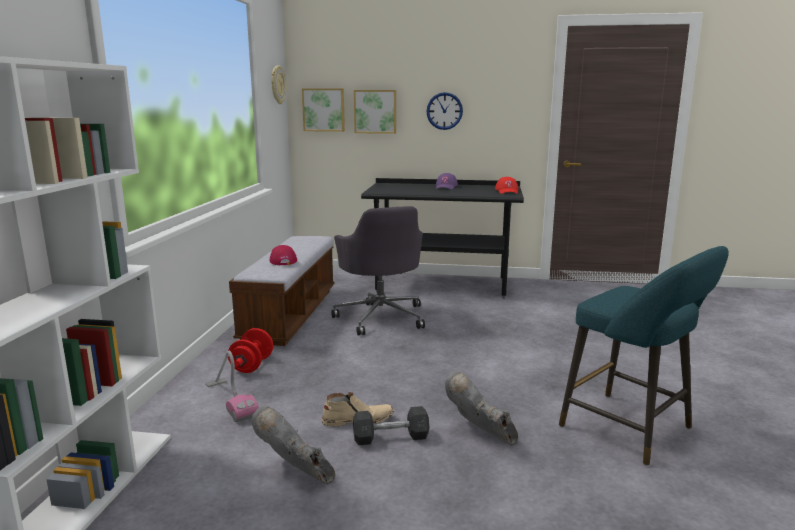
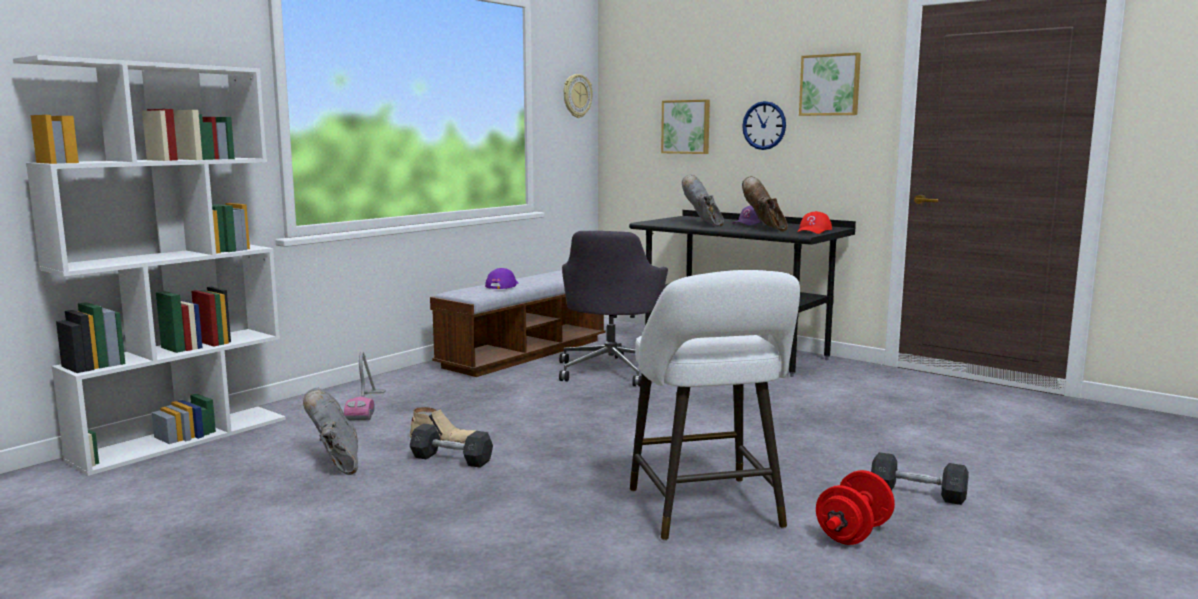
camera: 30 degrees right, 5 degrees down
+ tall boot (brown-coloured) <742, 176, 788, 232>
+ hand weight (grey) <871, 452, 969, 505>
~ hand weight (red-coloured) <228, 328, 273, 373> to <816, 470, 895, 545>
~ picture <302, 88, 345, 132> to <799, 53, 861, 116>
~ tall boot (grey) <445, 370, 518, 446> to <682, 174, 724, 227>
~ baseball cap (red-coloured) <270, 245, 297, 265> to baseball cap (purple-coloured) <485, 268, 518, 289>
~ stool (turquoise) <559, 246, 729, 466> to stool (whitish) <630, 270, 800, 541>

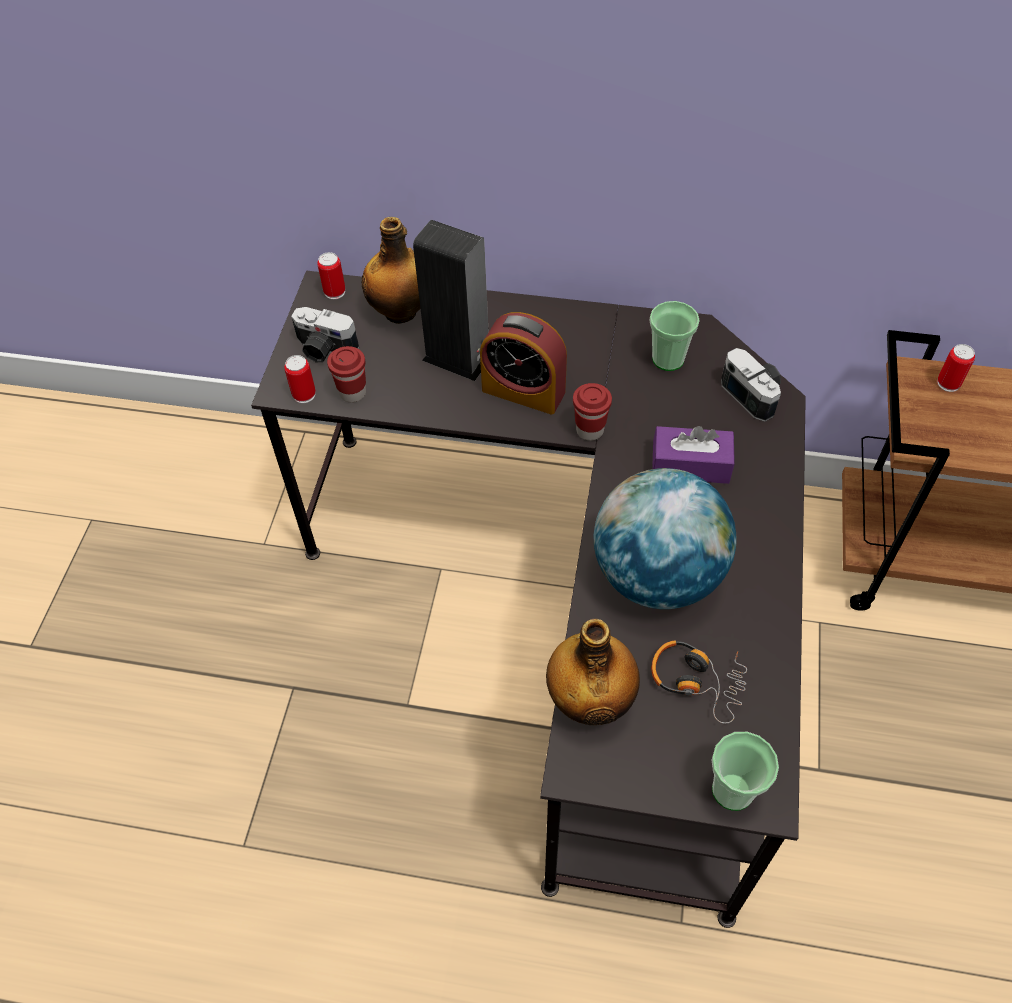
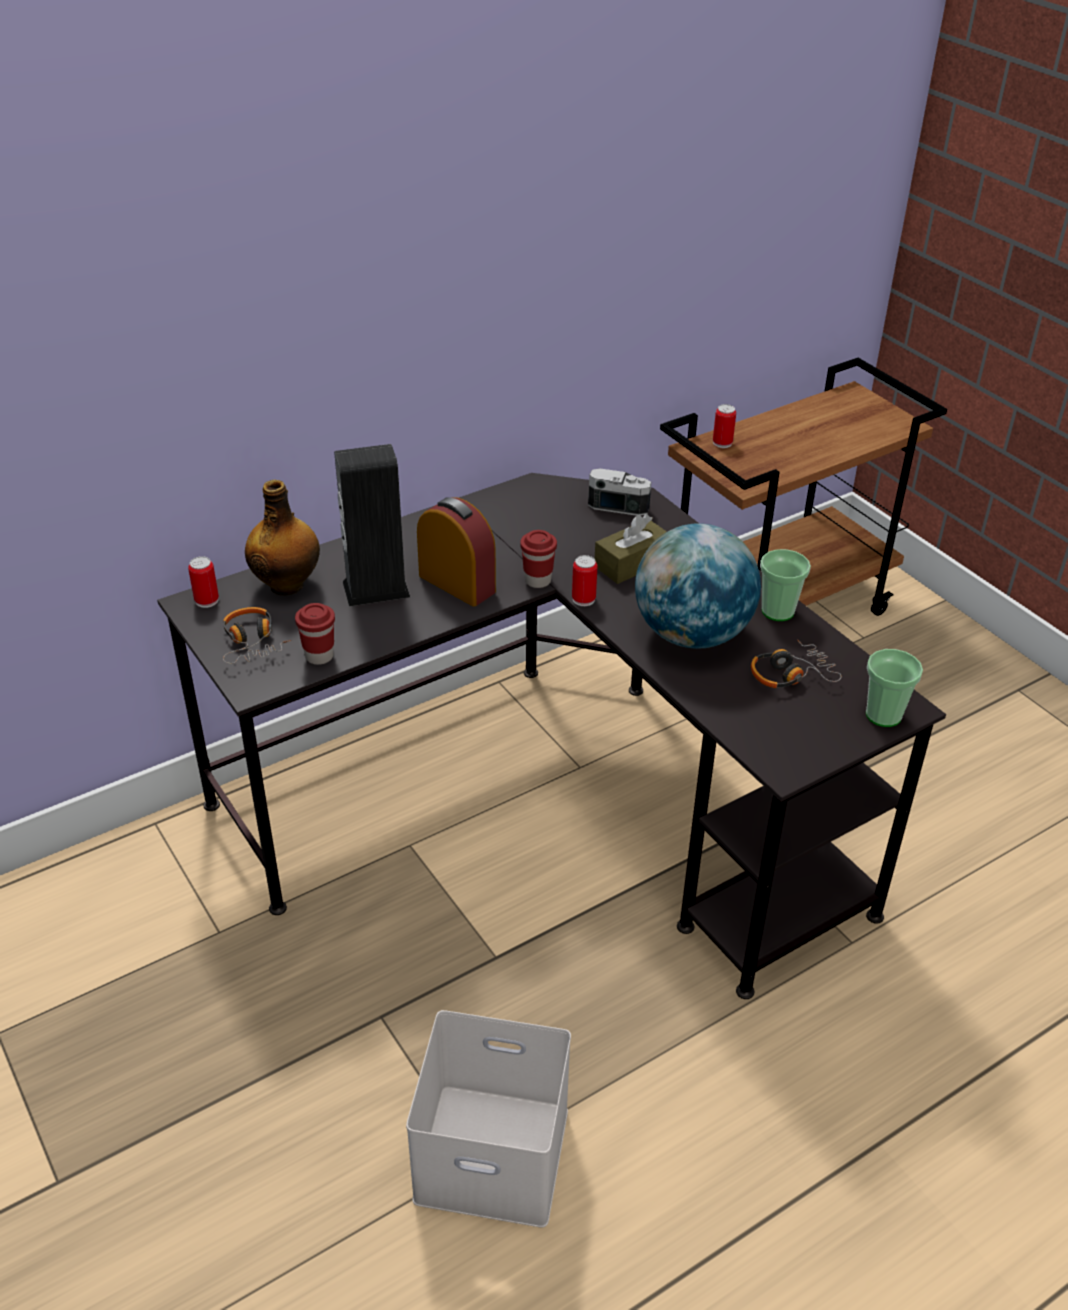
camera: 45 degrees left, 15 degrees down
- drink bottle <546, 619, 640, 725>
+ storage bin (whitish) <406, 1010, 571, 1227>
~ metal can <284, 355, 316, 403> to <572, 555, 597, 606>
~ small cup <650, 301, 700, 371> to <760, 549, 811, 621>
~ photo camera <291, 307, 359, 362> to headset <223, 607, 291, 664>
~ tissue box (purple-coloured) <652, 426, 735, 484> to tissue box (brown-coloured) <595, 514, 667, 584>
~ table clock <480, 312, 567, 414> = <417, 497, 496, 606> 120 degrees counterclockwise

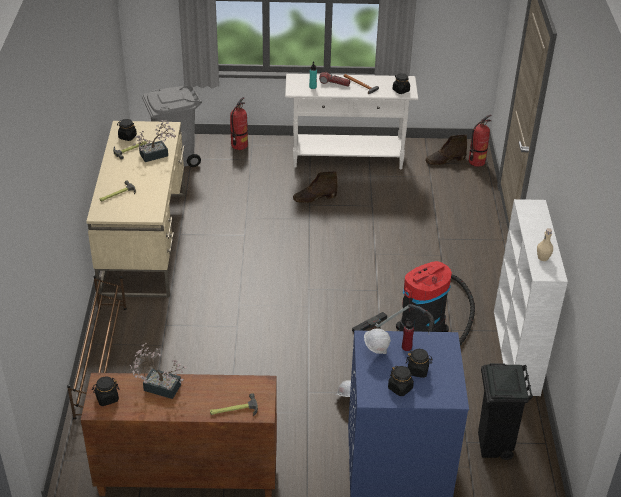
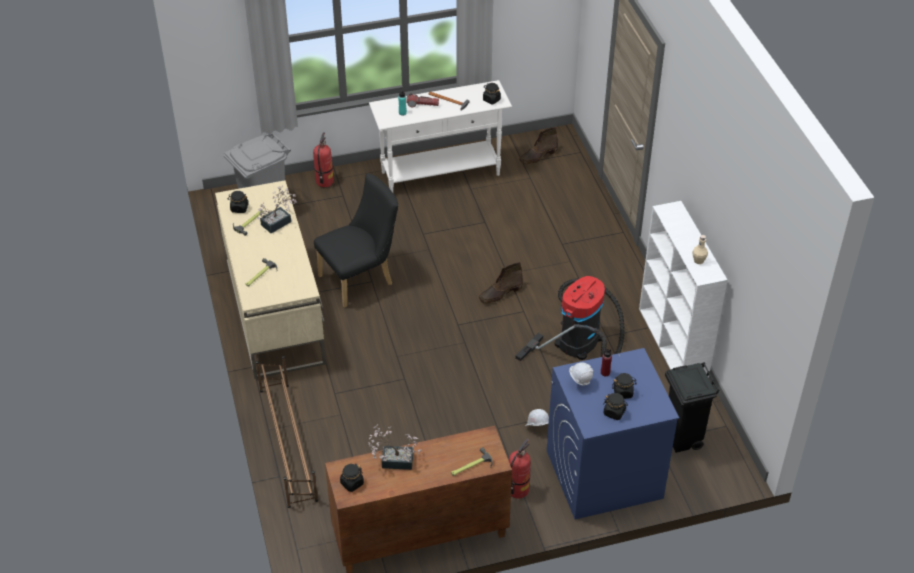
camera: 15 degrees left, 5 degrees up
+ upright chair (black) <314, 173, 399, 308>
~ tall boot (brown-coloured) <293, 171, 337, 203> to <479, 262, 523, 303>
~ fire extinguisher <469, 114, 492, 167> to <509, 439, 531, 499>

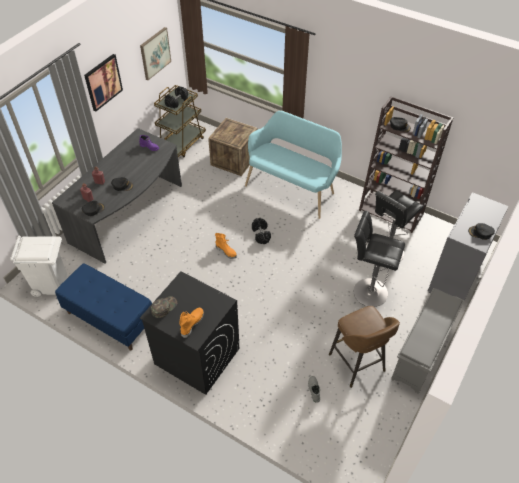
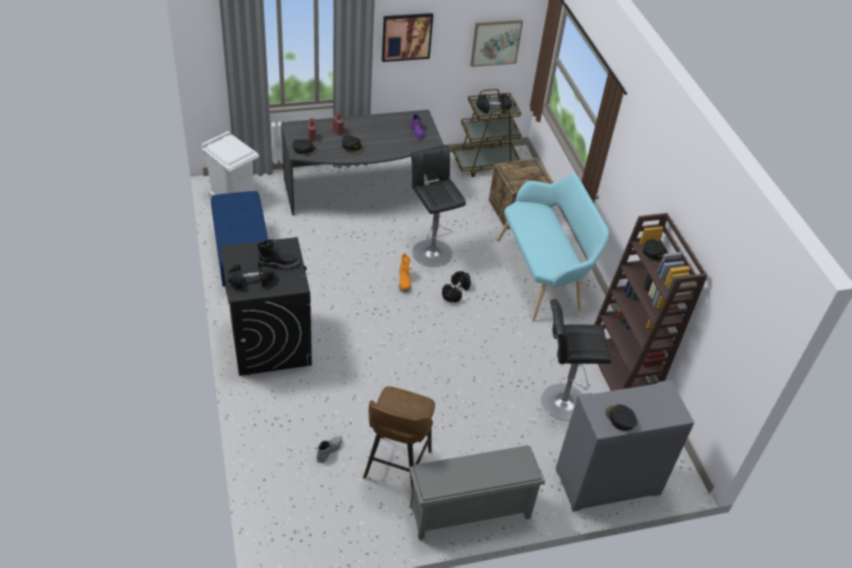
camera: 40 degrees right, 5 degrees down
- baseball cap (green-coloured) <151, 296, 177, 318>
+ tall boot (black) <257, 239, 299, 268>
~ stool (black) <354, 211, 405, 307> to <411, 145, 466, 267>
~ tall boot (orange-coloured) <180, 308, 204, 338> to hand weight (black) <227, 261, 274, 289>

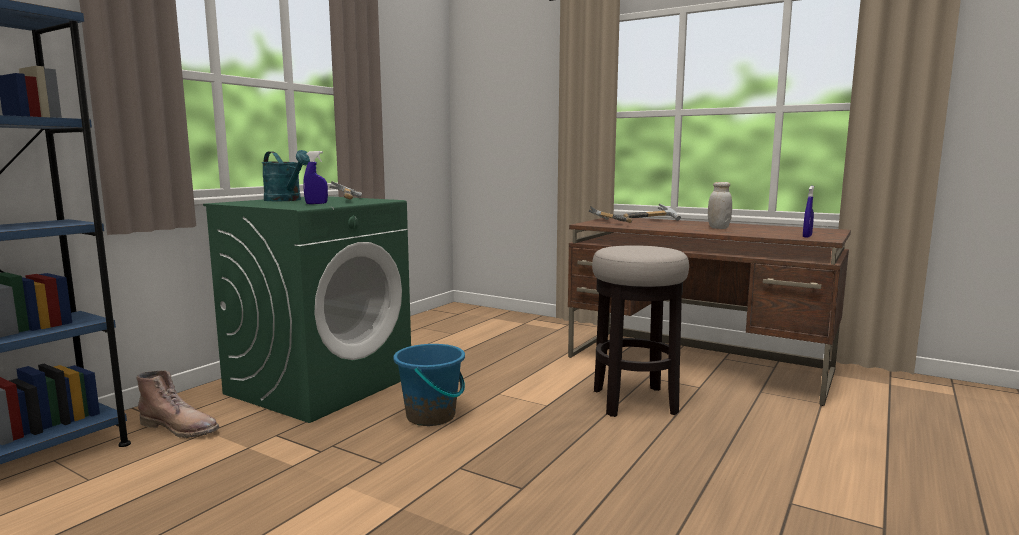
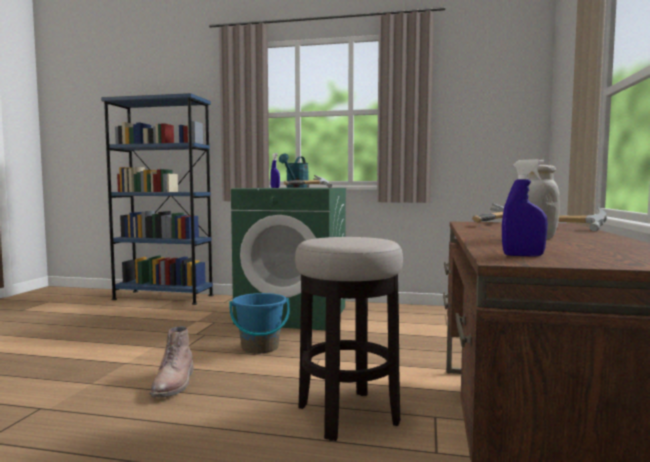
camera: 70 degrees right, 5 degrees down
~ tall boot (brown-coloured) <136, 371, 219, 438> to <149, 326, 194, 398>

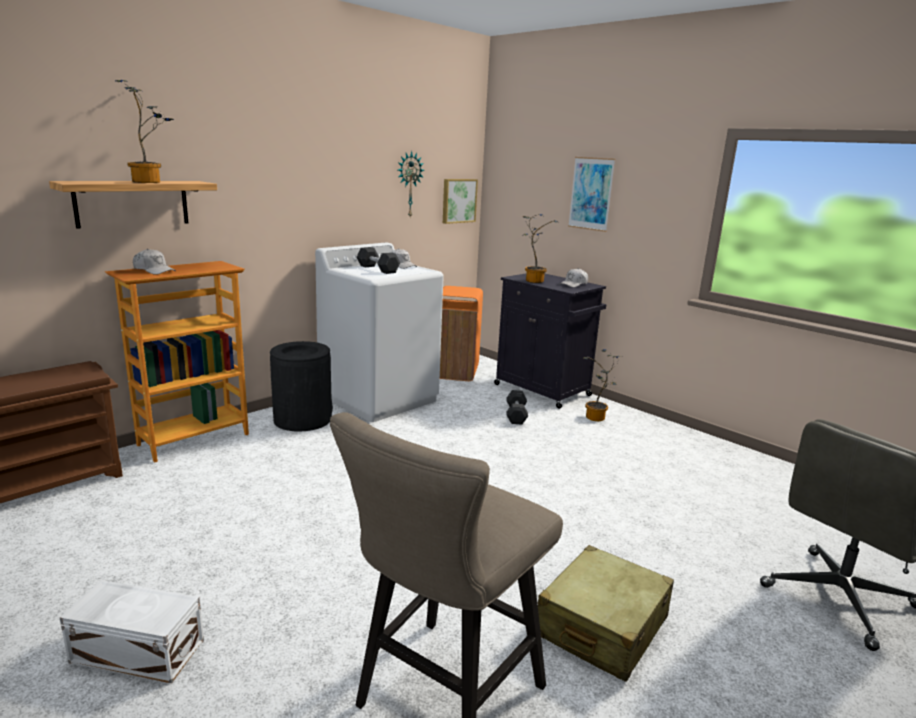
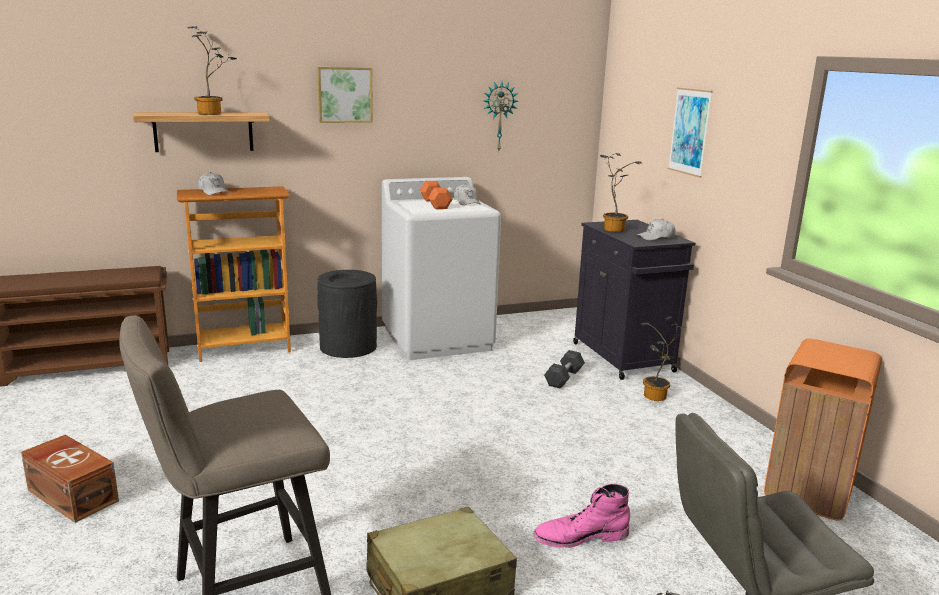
camera: 25 degrees right, 0 degrees up
+ tall boot (pink) <533, 483, 630, 548>
~ rubbish bin (orange-coloured) <440, 286, 483, 381> to <764, 339, 882, 521>
~ picture <443, 179, 478, 224> to <317, 67, 373, 123>
~ storage bin (whitish) <59, 580, 204, 683> to storage bin (brown-coloured) <21, 435, 119, 523>
~ hand weight (grey) <356, 247, 400, 274> to hand weight (orange-coloured) <420, 181, 453, 209>

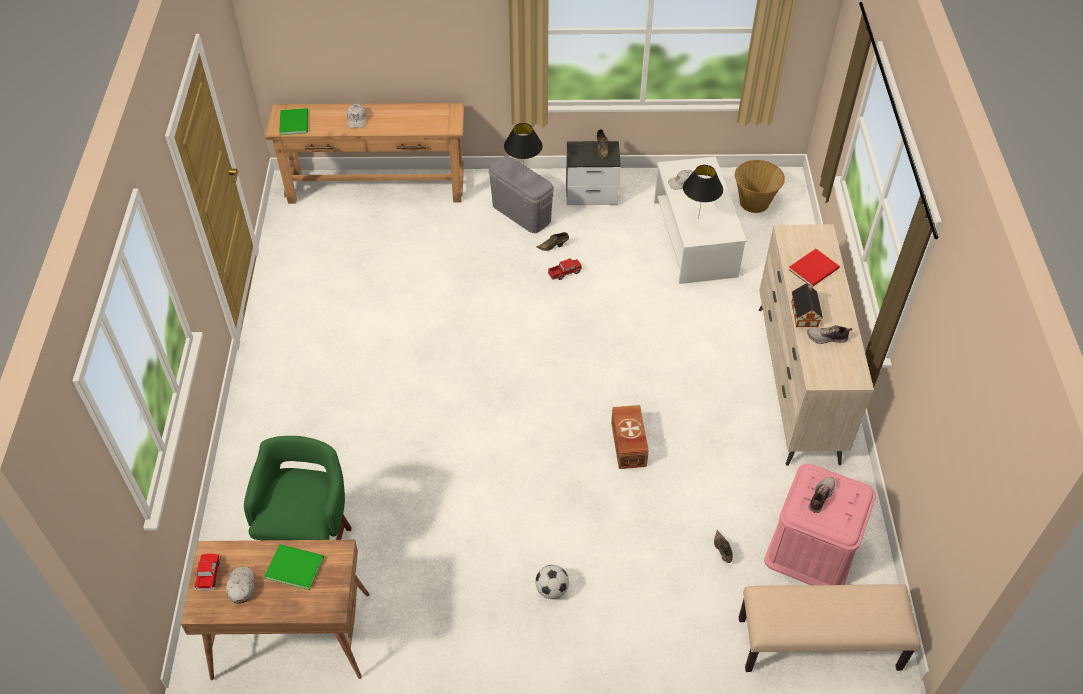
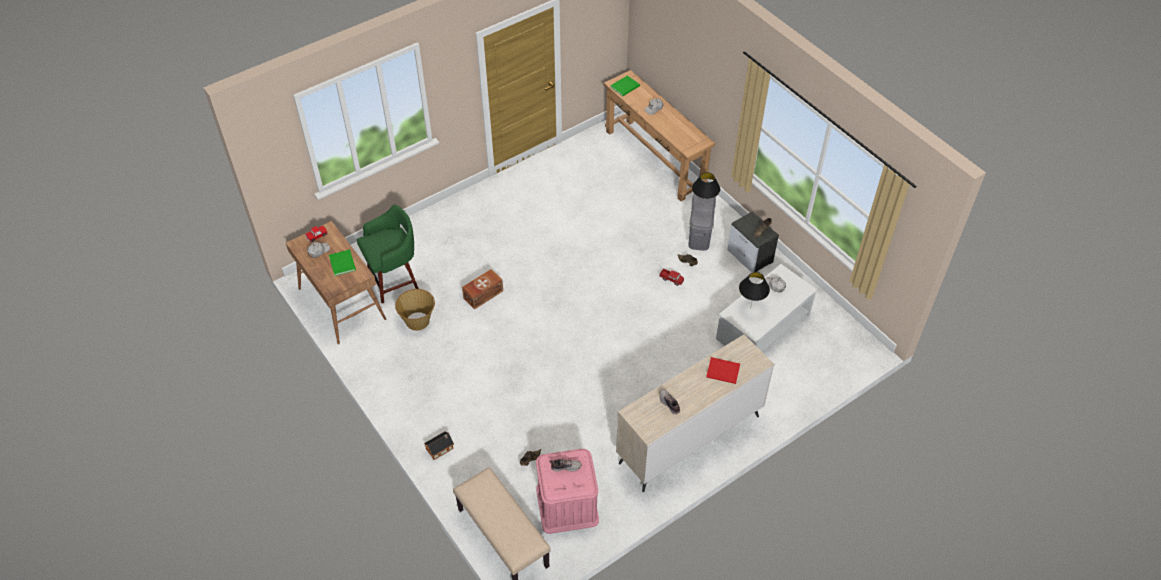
camera: 55 degrees right, 0 degrees up
- football <535, 565, 569, 599>
~ storage bin (brown-coloured) <611, 405, 649, 469> to <462, 269, 503, 310>
~ household basket <735, 160, 785, 213> to <395, 289, 435, 331>
~ miniature house <791, 284, 823, 328> to <424, 432, 454, 460>

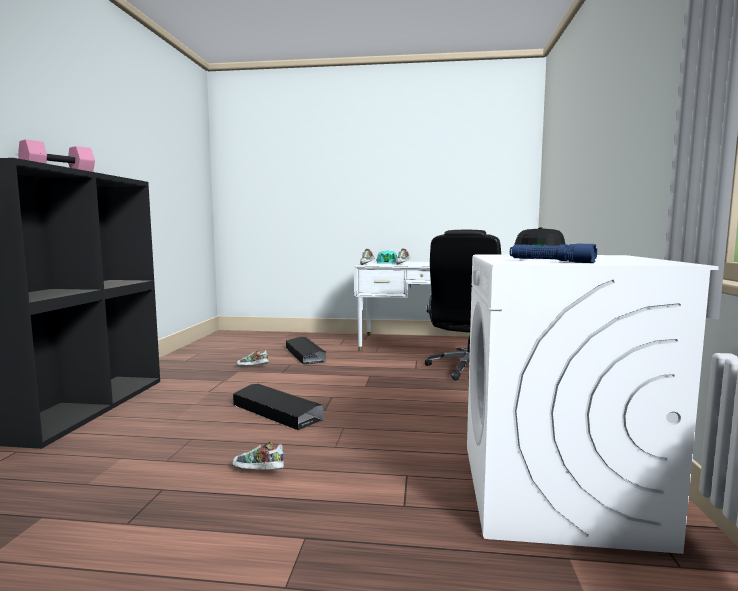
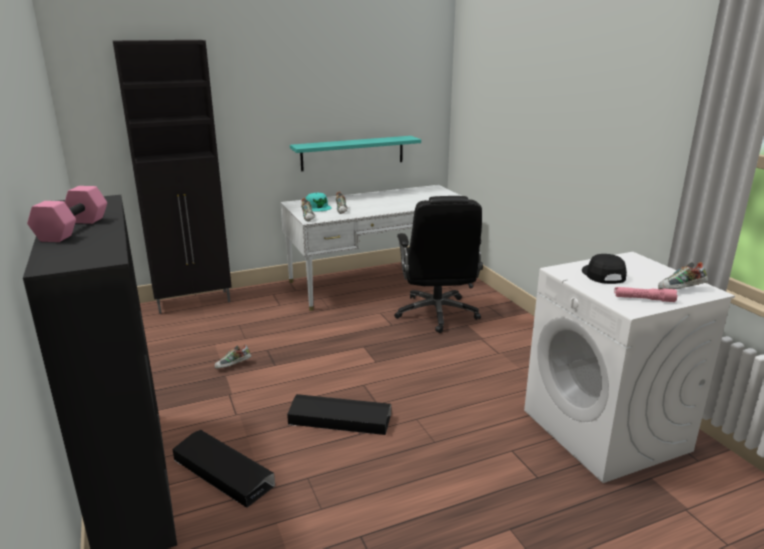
camera: 30 degrees left, 15 degrees up
+ cabinet (black) <113, 40, 232, 314>
+ shelf (turquoise) <290, 136, 421, 171>
~ item of footwear <232, 441, 284, 470> to <658, 262, 708, 289>
~ storage bin (black) <286, 337, 326, 365> to <172, 430, 275, 508>
~ hand torch (blue) <510, 244, 597, 263> to hand torch (pink) <614, 287, 677, 302>

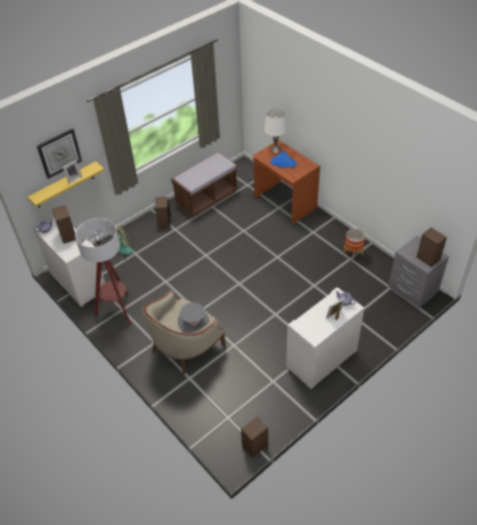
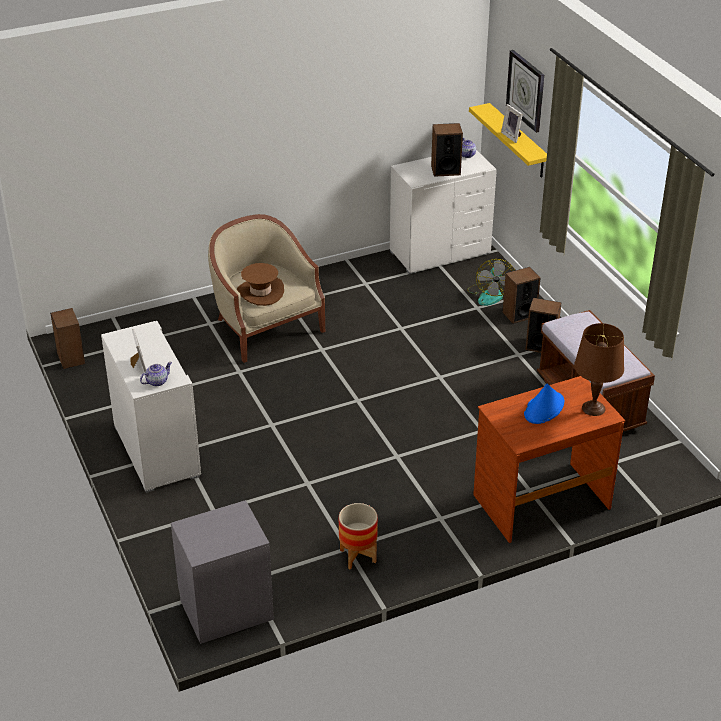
camera: 105 degrees right, 10 degrees down
- floor lamp <75, 218, 131, 326>
~ audio speaker <417, 227, 447, 267> to <503, 267, 540, 324>
~ clothing hat (grey) <178, 303, 209, 333> to clothing hat (brown-coloured) <237, 263, 284, 306>
~ lamp for a table (whitish) <264, 108, 288, 153> to lamp for a table (brown-coloured) <574, 323, 624, 416>

